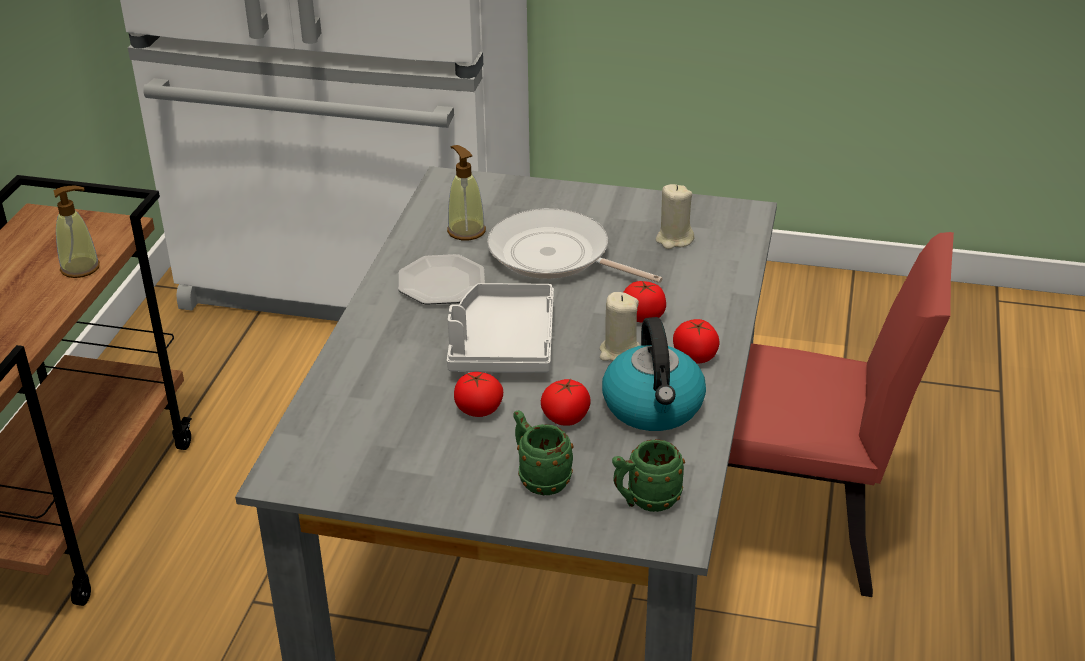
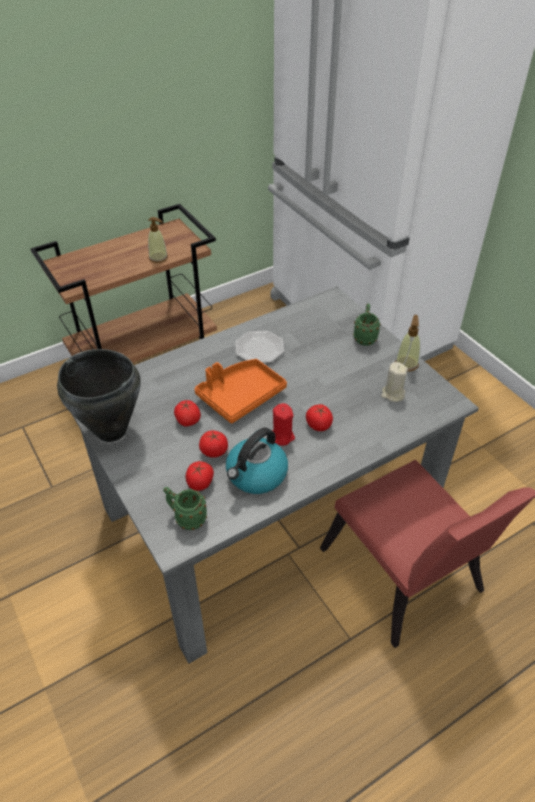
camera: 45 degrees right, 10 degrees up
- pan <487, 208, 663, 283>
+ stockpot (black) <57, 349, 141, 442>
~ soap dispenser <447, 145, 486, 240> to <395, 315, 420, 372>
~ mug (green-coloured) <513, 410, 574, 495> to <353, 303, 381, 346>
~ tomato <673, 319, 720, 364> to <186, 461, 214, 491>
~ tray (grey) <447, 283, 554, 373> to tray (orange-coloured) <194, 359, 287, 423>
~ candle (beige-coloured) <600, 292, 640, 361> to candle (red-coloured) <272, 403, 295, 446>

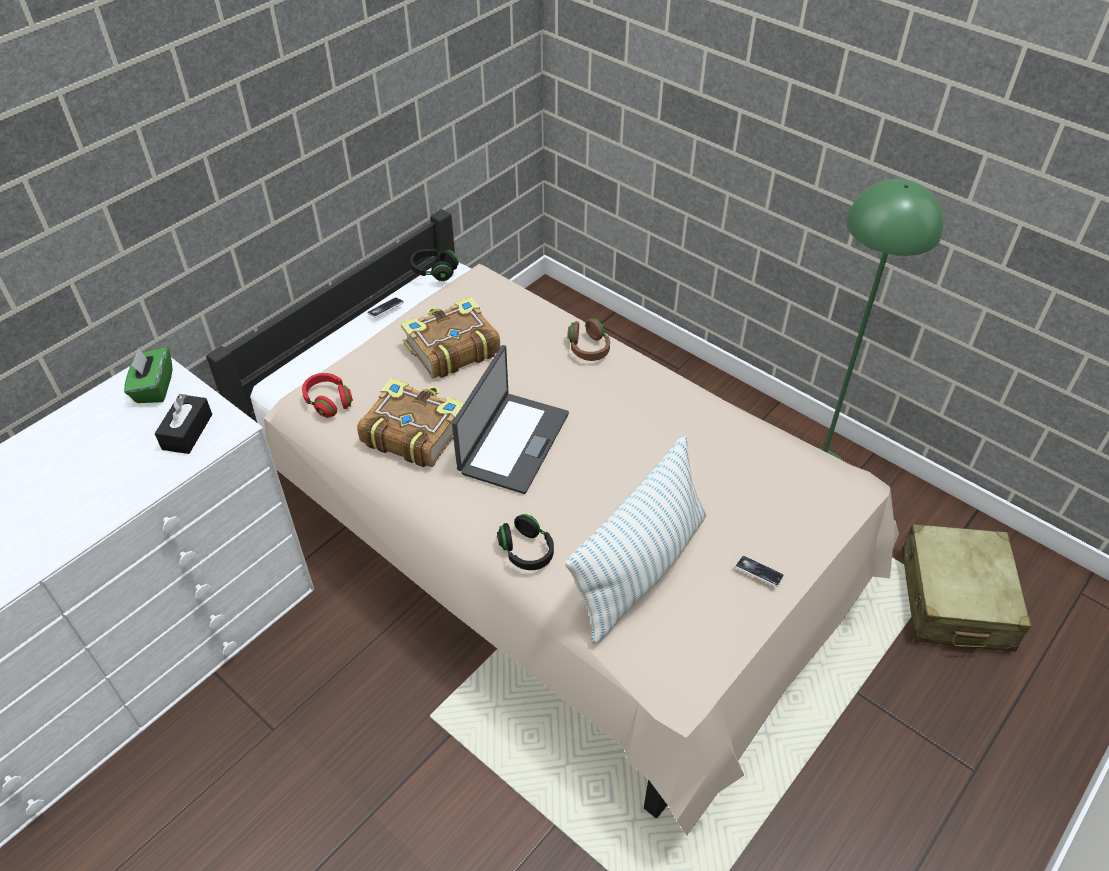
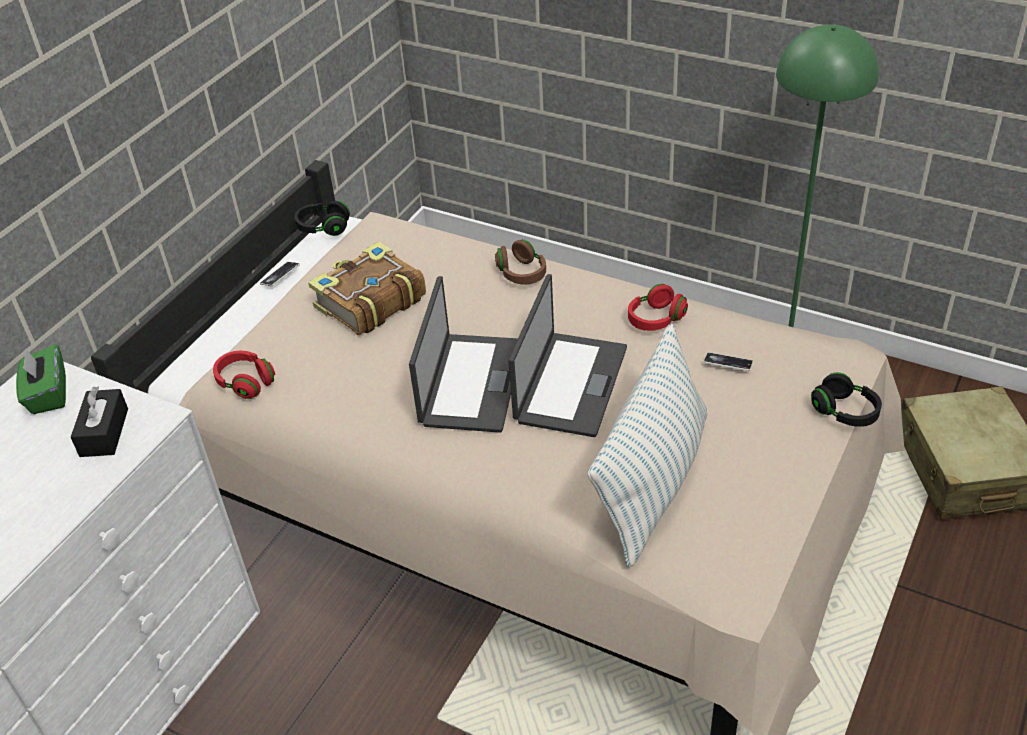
camera: 10 degrees left, 5 degrees down
- bound book <357, 378, 464, 467>
+ laptop <508, 274, 627, 437>
+ headset (red-coloured) <628, 284, 688, 331>
~ headset (black) <497, 514, 554, 570> to <811, 372, 882, 427>
~ phone <735, 556, 784, 587> to <703, 353, 753, 371>

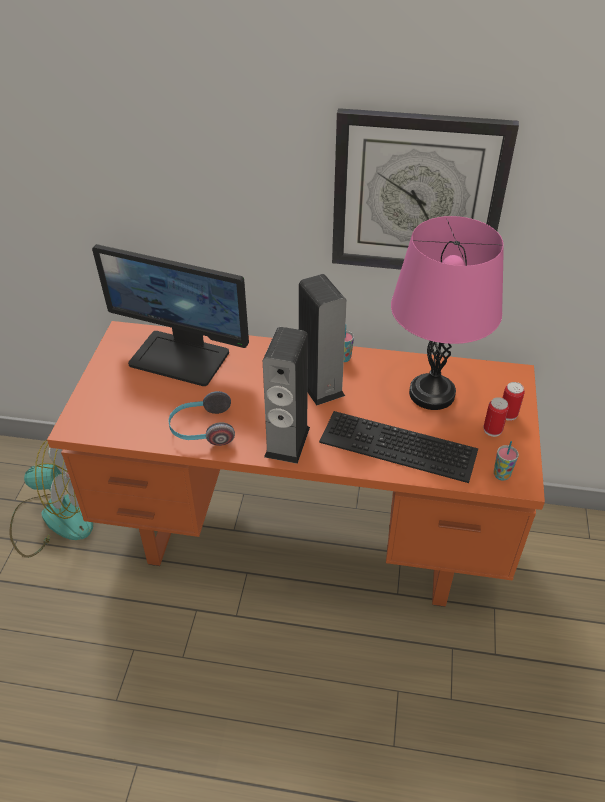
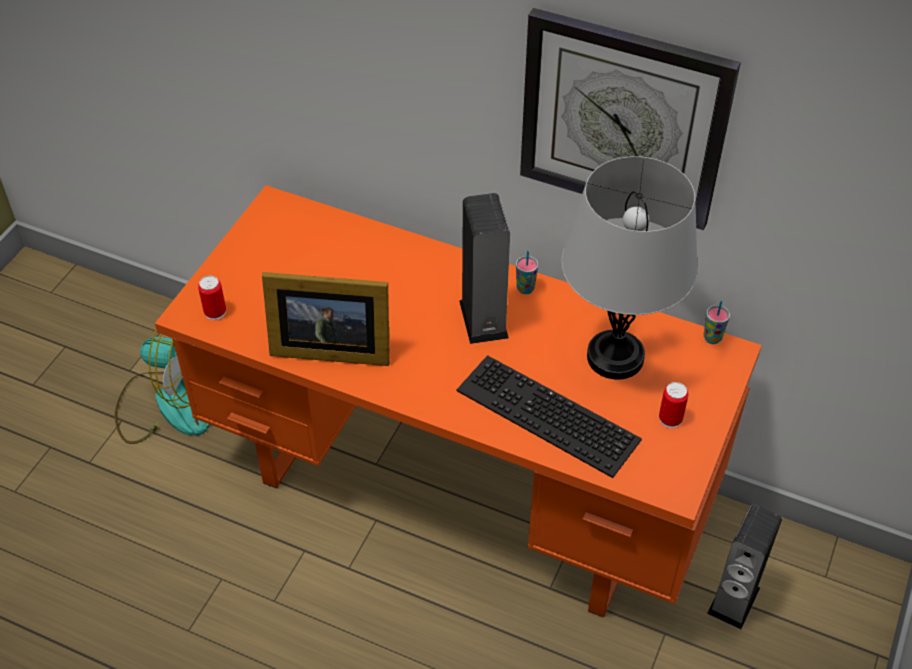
camera: 15 degrees right, 5 degrees up
- computer display <92, 244, 249, 386>
~ audio speaker <263, 327, 310, 464> to <707, 505, 782, 630>
~ small cup <494, 441, 519, 481> to <703, 300, 730, 344>
~ metal can <503, 382, 525, 421> to <198, 276, 226, 320>
~ headset <168, 391, 235, 446> to picture frame <262, 272, 390, 366>
~ lamp for a table (pink) <391, 216, 504, 410> to lamp for a table (grey) <562, 156, 698, 380>

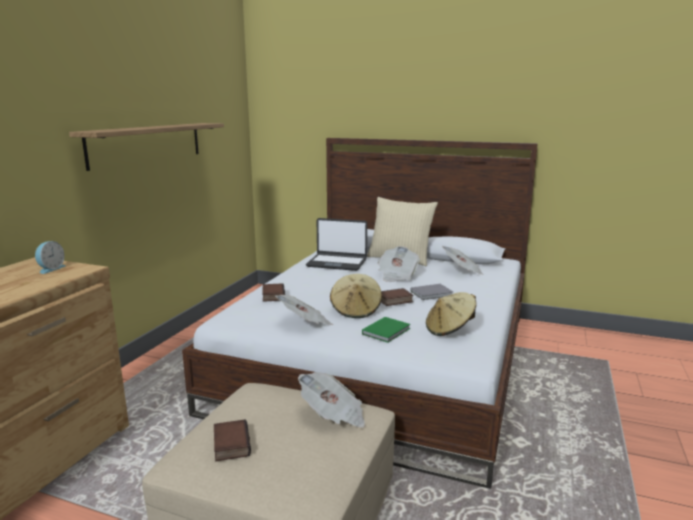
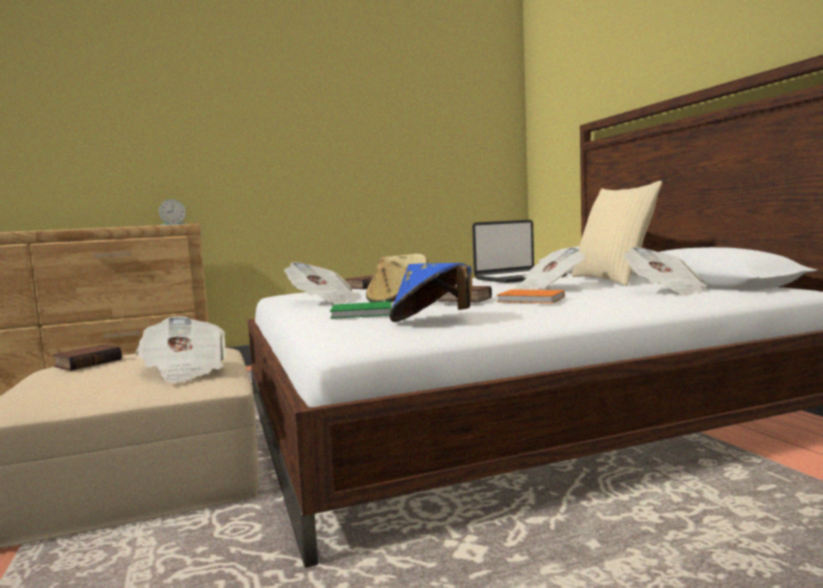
camera: 50 degrees right, 10 degrees down
- shelf <69, 123, 224, 171>
~ bound book (grey) <411, 284, 453, 300> to bound book (orange-coloured) <496, 289, 564, 303>
~ clothing hat (beige-coloured) <426, 292, 476, 336> to clothing hat (blue) <389, 263, 472, 322>
~ laptop <306, 218, 367, 271> = <472, 220, 567, 283> 90 degrees counterclockwise

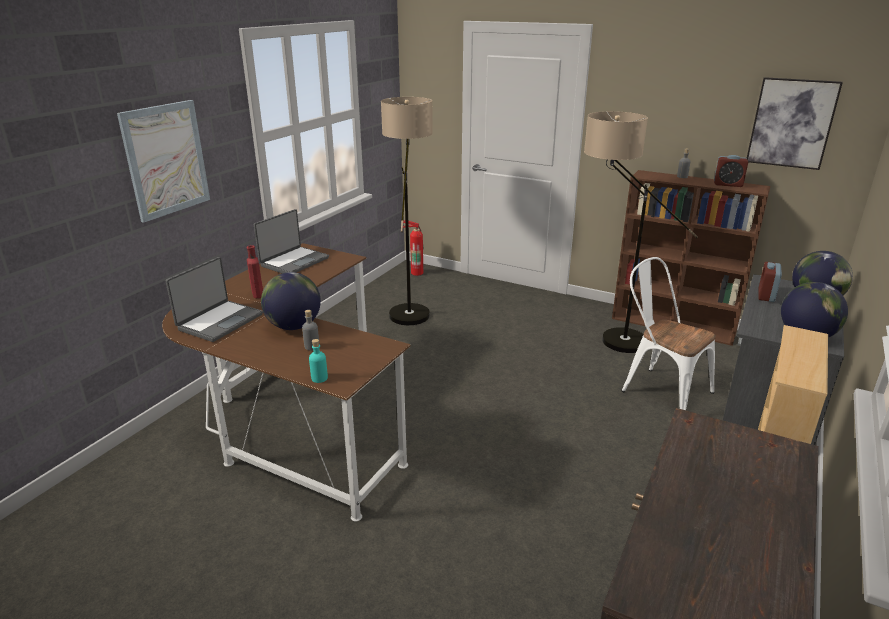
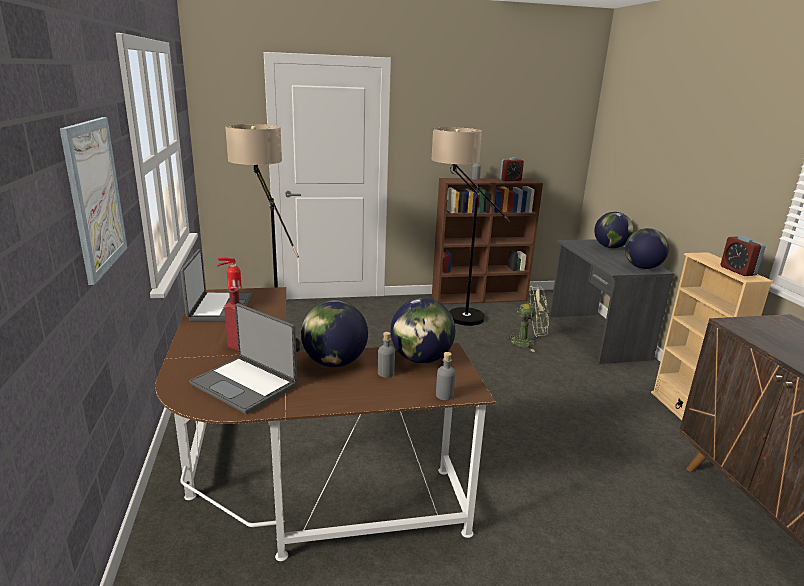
camera: 40 degrees left, 5 degrees down
- picture <747, 77, 843, 170>
+ globe <390, 298, 455, 363>
~ table clock <758, 262, 782, 302> to <721, 236, 765, 276>
~ upright chair (whitish) <622, 257, 716, 410> to cooling fan (green-coloured) <504, 286, 549, 352>
~ drink bottle (turquoise) <309, 339, 328, 383> to drink bottle (grey) <436, 352, 455, 400>
~ laptop <166, 257, 263, 342> = <189, 303, 297, 414> 135 degrees clockwise

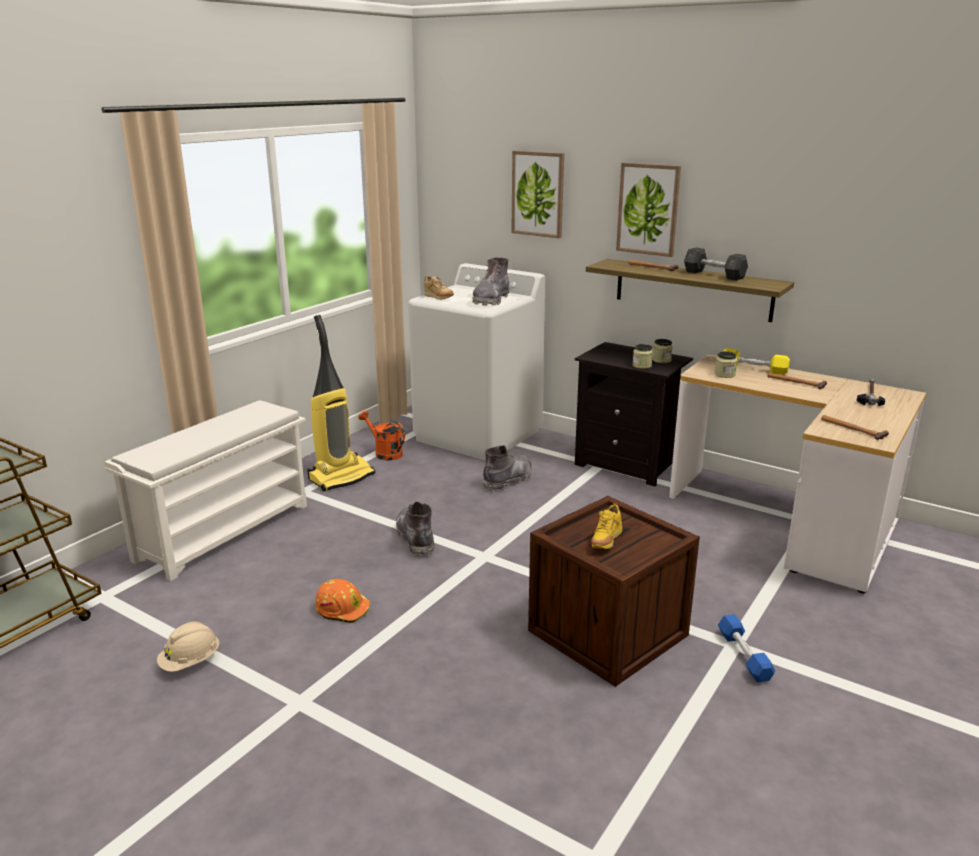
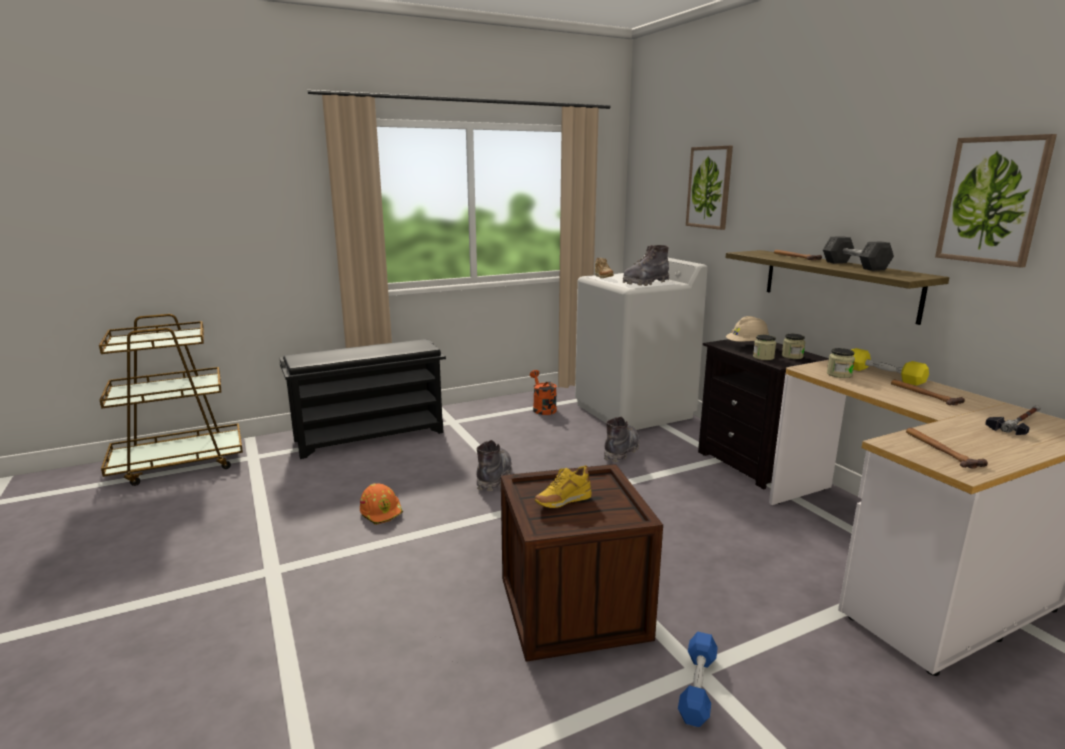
camera: 30 degrees right, 5 degrees down
- vacuum cleaner <307, 315, 375, 491>
~ hard hat (beige-coloured) <157, 622, 219, 672> to <726, 316, 769, 342>
~ picture <616, 162, 681, 257> to <935, 134, 1057, 268>
~ shoe rack (whitish) <105, 400, 307, 582> to shoe rack (black) <279, 339, 446, 459>
~ tall boot (grey) <482, 445, 532, 491> = <604, 416, 640, 462> 45 degrees counterclockwise

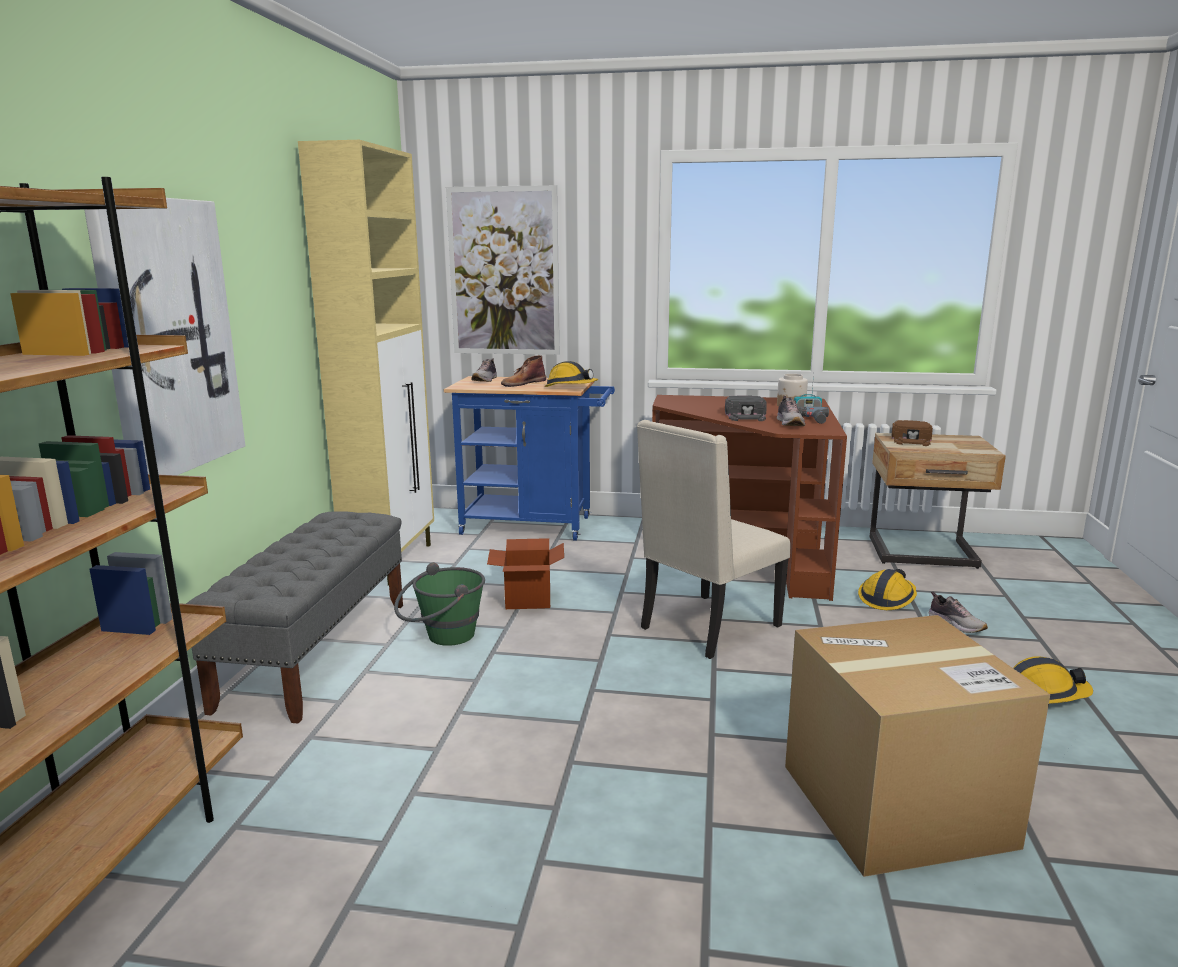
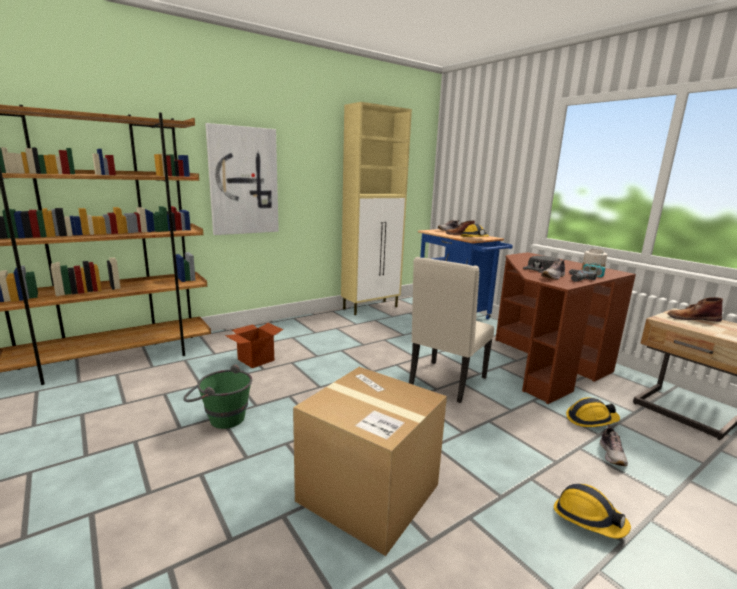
camera: 45 degrees right, 0 degrees up
- bench (grey) <186, 512, 403, 724>
- picture <446, 185, 560, 355>
~ bucket (green-coloured) <394, 562, 485, 646> to <183, 364, 252, 429>
~ cardboard box <487, 538, 564, 609> to <225, 323, 283, 368>
~ baseball cap (brown-coloured) <891, 420, 933, 446> to tall boot (brown-coloured) <667, 297, 723, 321>
~ upright chair (beige-coloured) <637, 420, 790, 659> = <409, 257, 494, 403> 60 degrees counterclockwise

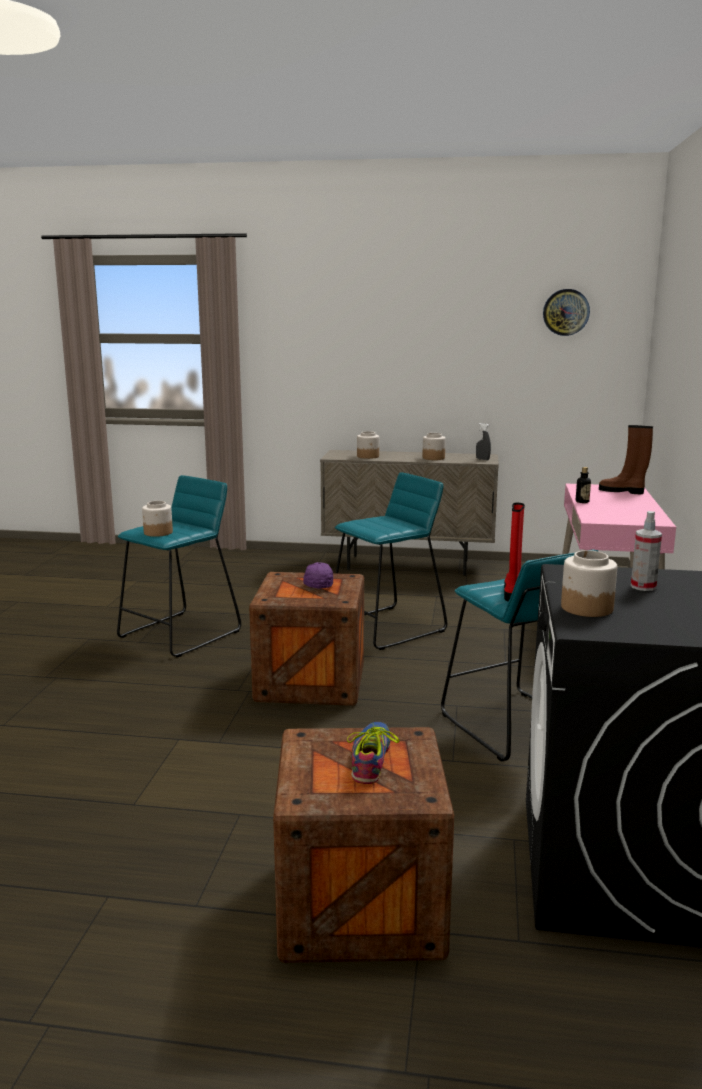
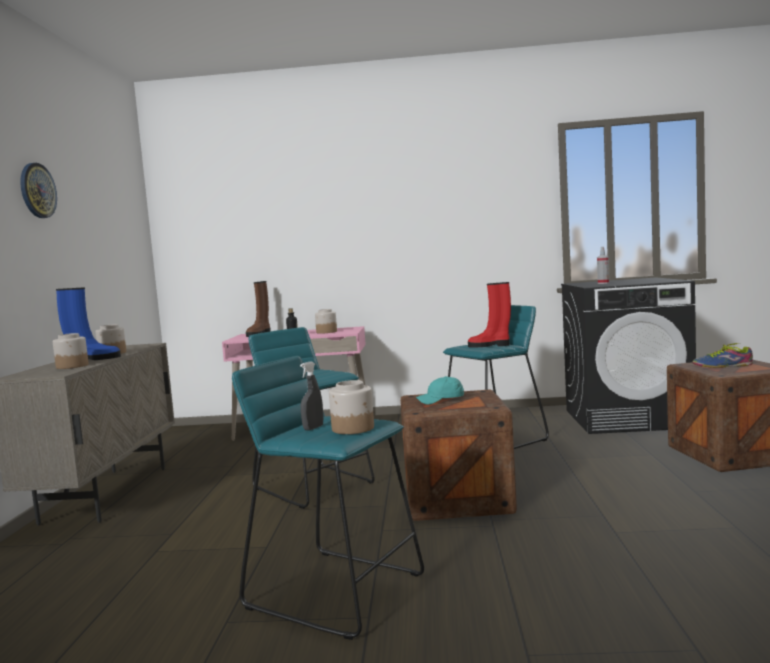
camera: 95 degrees left, 10 degrees down
+ tall boot (blue) <56, 287, 121, 360>
~ sprayer (grey) <476, 423, 491, 460> to <300, 361, 323, 431>
~ clock on the wall <543, 289, 590, 336> to <20, 163, 57, 218>
~ jar <561, 550, 617, 617> to <315, 309, 337, 334>
~ baseball cap (purple-coloured) <303, 562, 333, 588> to baseball cap (turquoise) <416, 376, 464, 405>

